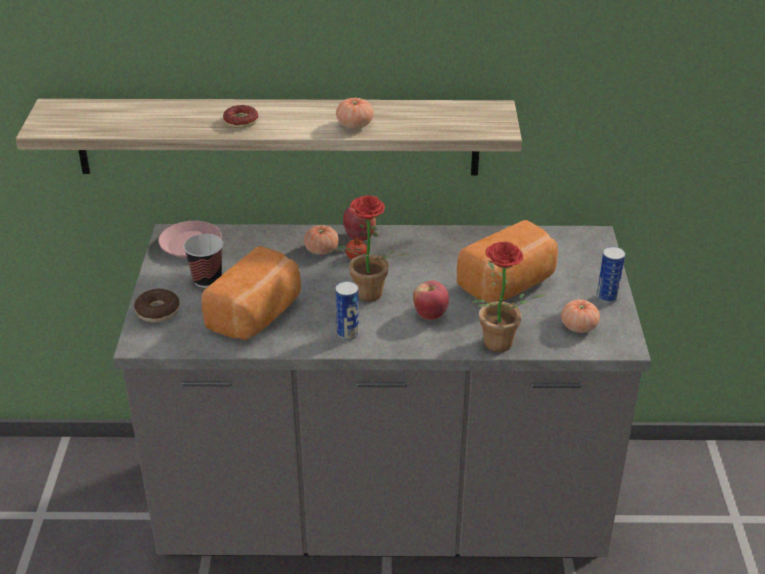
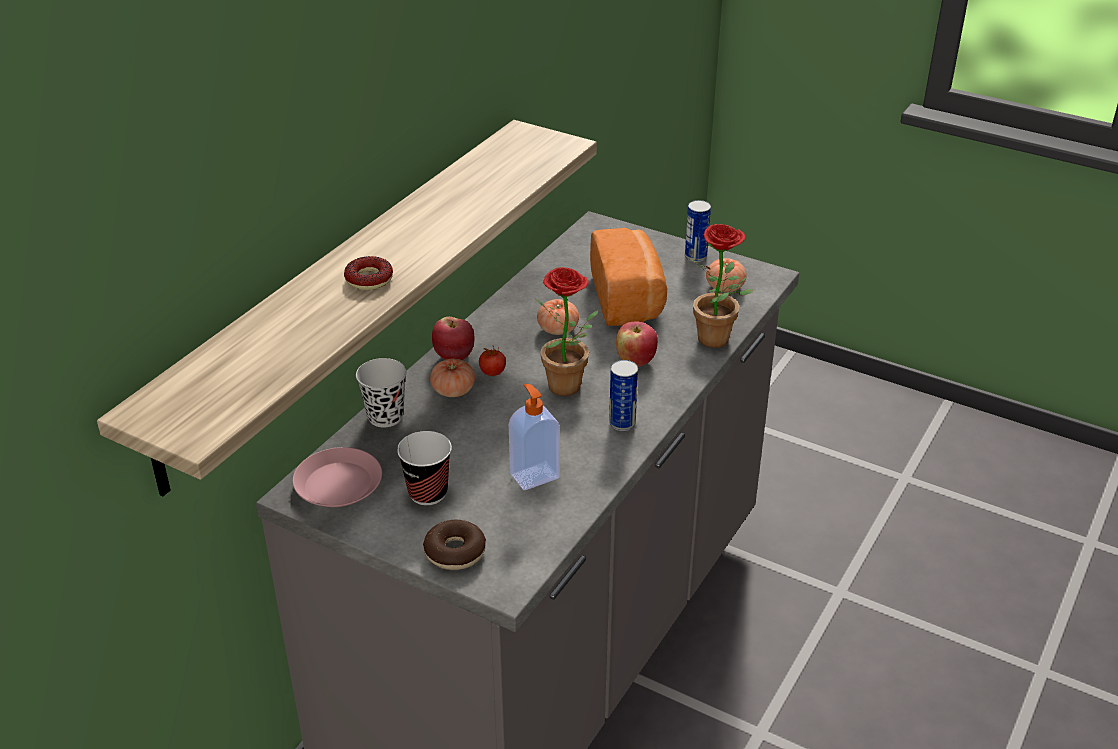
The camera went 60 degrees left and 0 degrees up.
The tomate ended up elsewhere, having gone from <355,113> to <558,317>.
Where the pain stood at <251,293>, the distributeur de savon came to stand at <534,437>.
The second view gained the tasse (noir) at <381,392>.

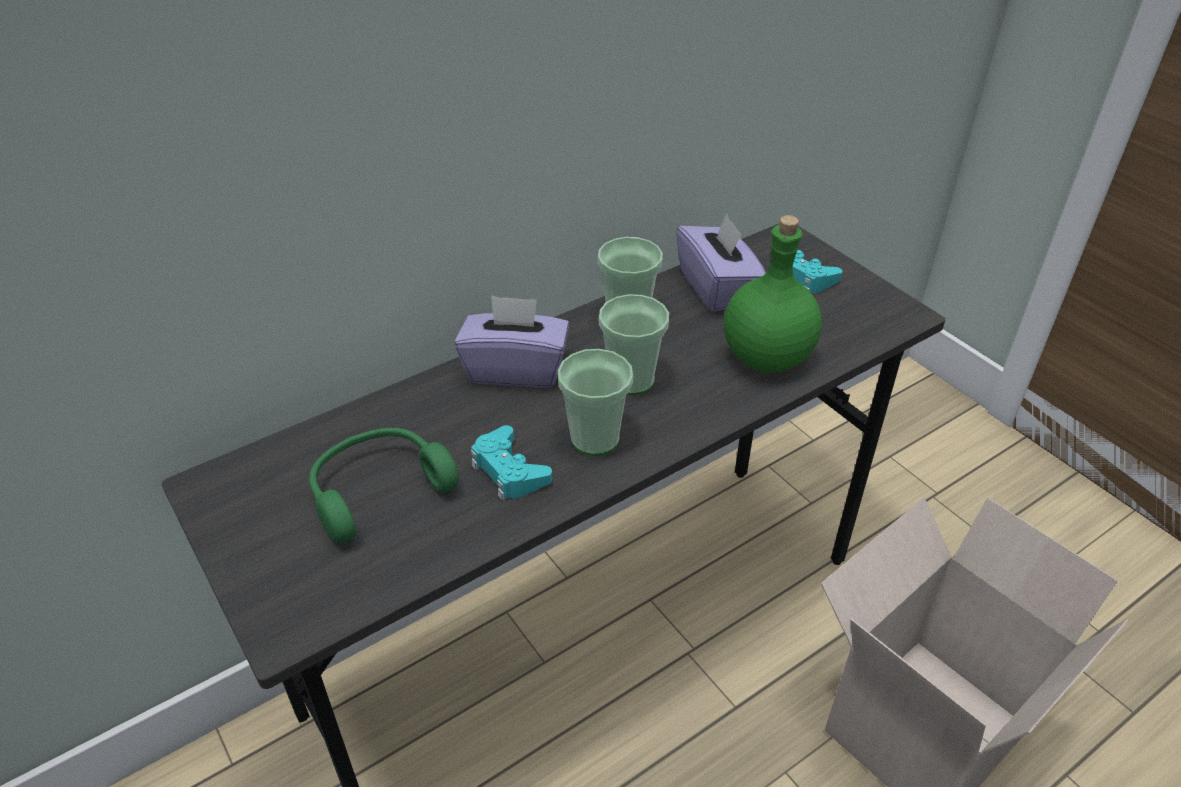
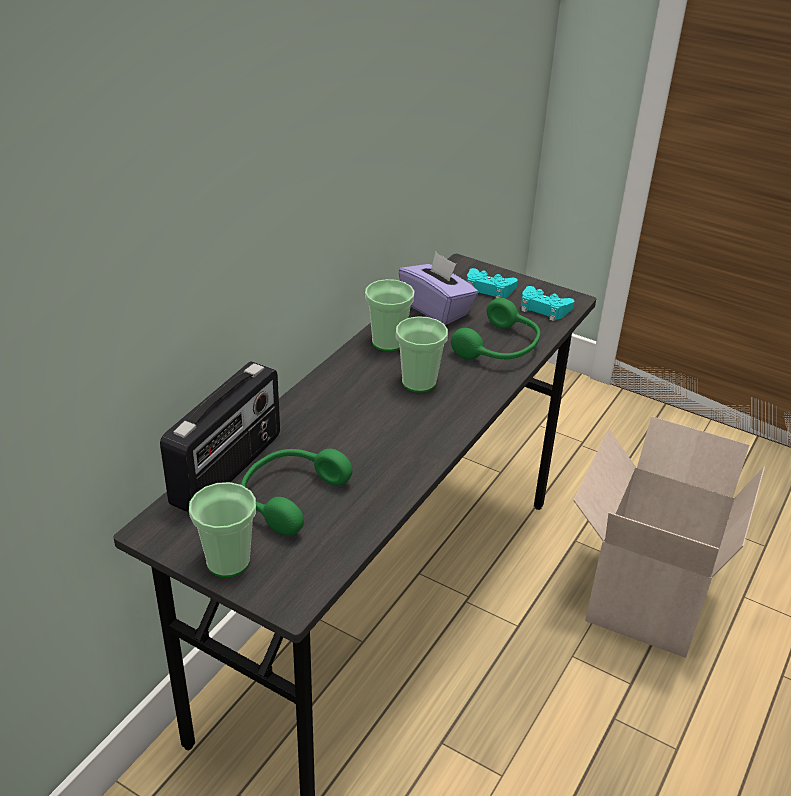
The camera went 25 degrees left and 5 degrees down.
Where the bouteille (vert) stood at <773,294>, the casque audio (vert) came to stand at <495,329>.
The second view lost the boîte à mouchoirs (violet) at <511,341>.
The tasse ended up elsewhere, having gone from <595,402> to <222,529>.
The manette (turquoise) ended up elsewhere, having gone from <511,462> to <547,303>.
The second view gained the radio at <220,437>.

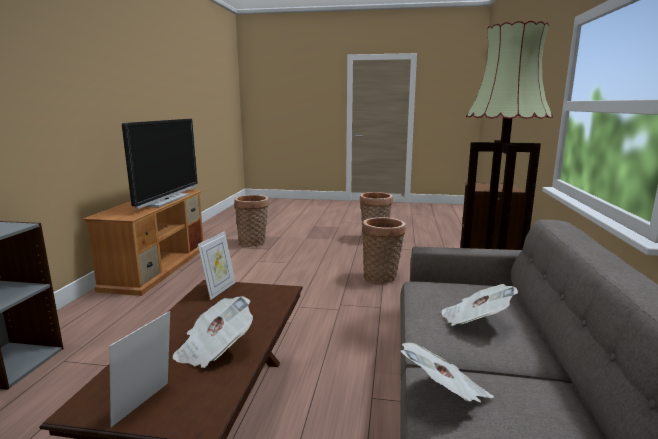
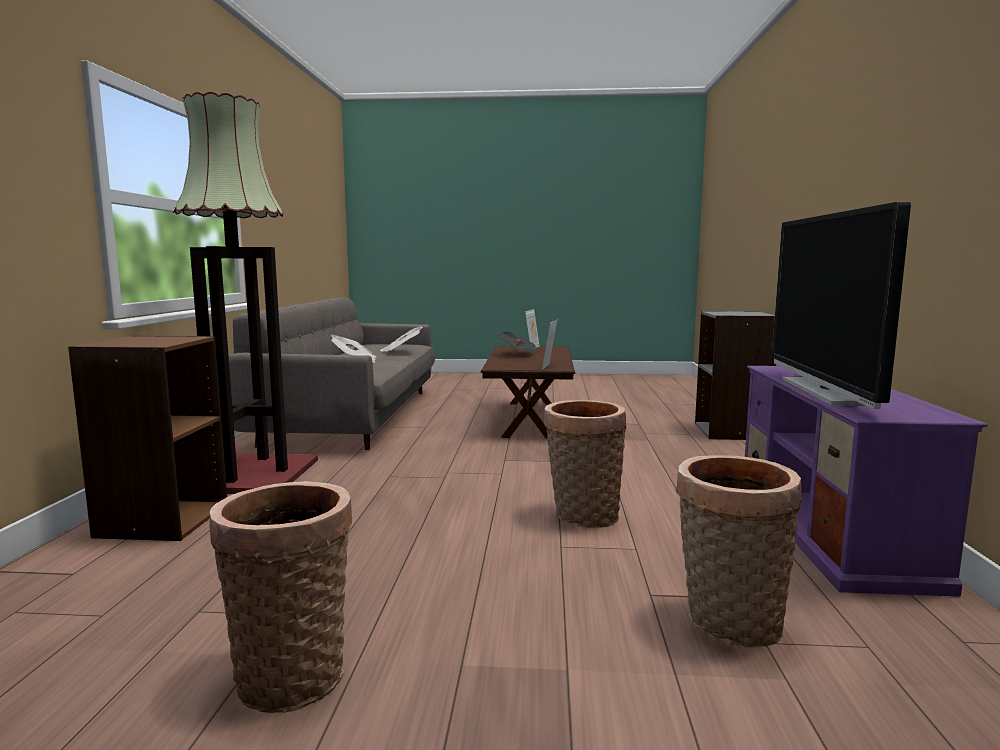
The camera went 175 degrees right and 5 degrees down.
What was the meuble télé (marron) at <143,243> turned into the meuble télé (violet) at <866,481>.
The panier ended up elsewhere, having gone from <384,250> to <585,464>.

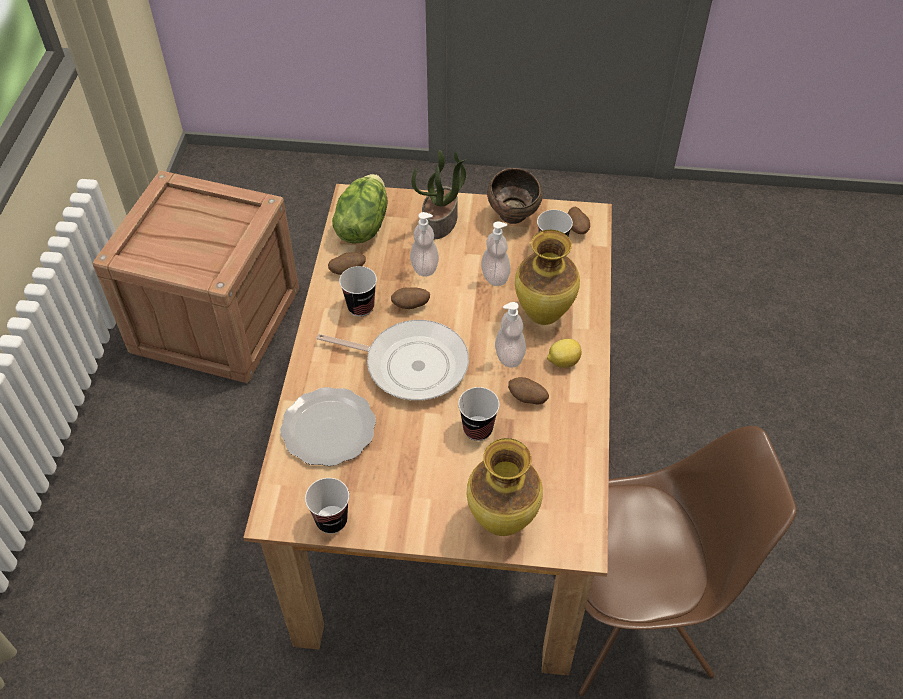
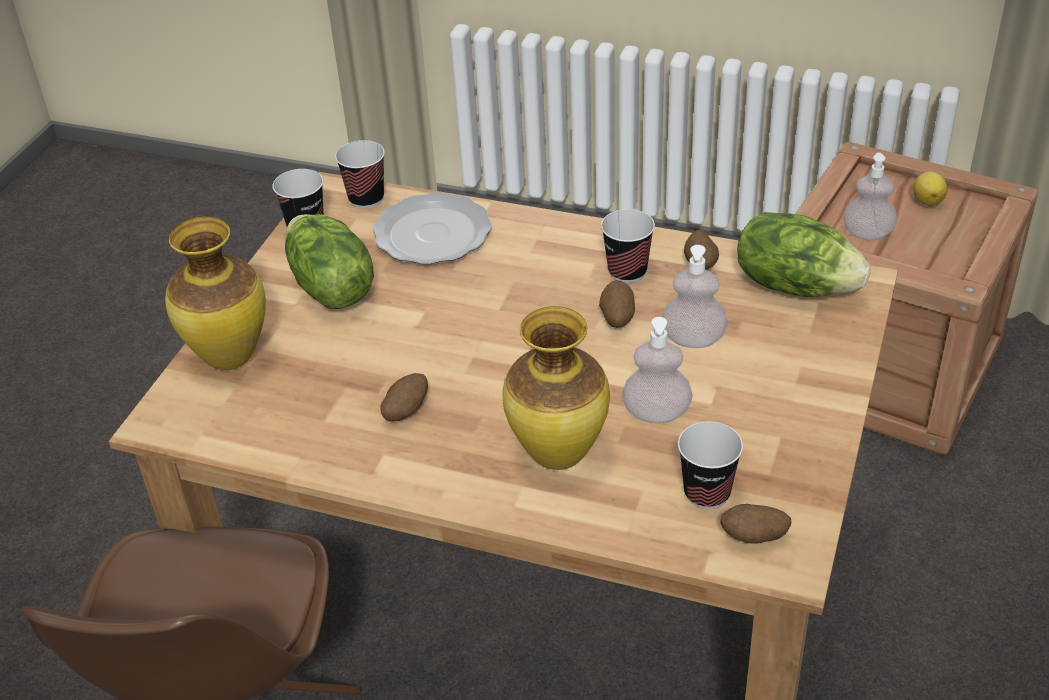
The camera went 105 degrees right and 10 degrees down.
The second view lost the plante en pot at <439,194>.
The second view lost the bol (marron) at <515,196>.
The distributeur de savon ended up elsewhere, having gone from <510,335> to <870,196>.
The second view lost the poêle at <393,360>.
The citron ended up elsewhere, having gone from <564,353> to <930,188>.
The tasse ended up elsewhere, having gone from <479,414> to <360,174>.
The second view gained the laitue at <329,261>.

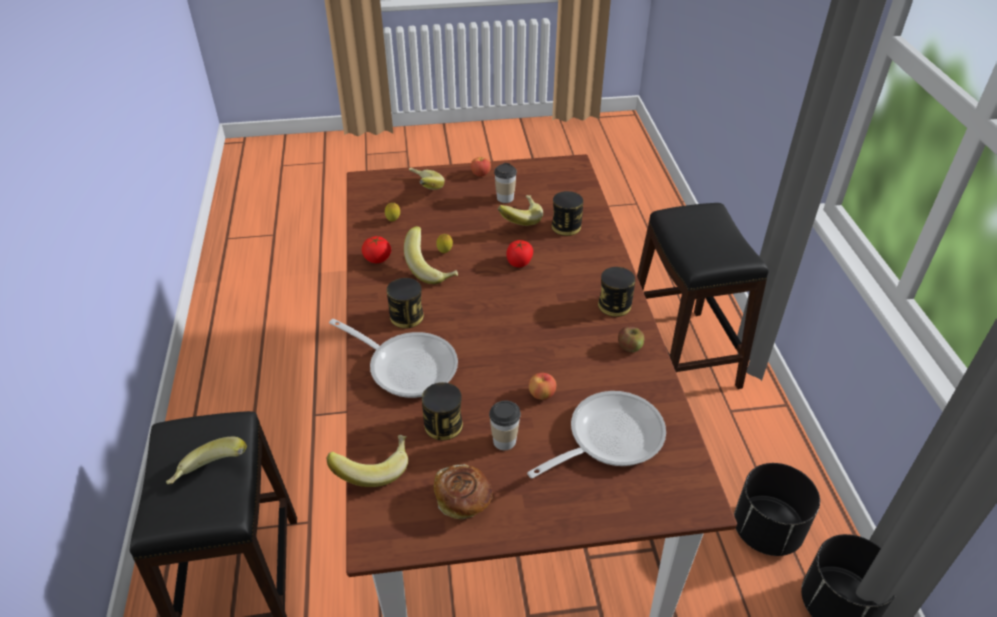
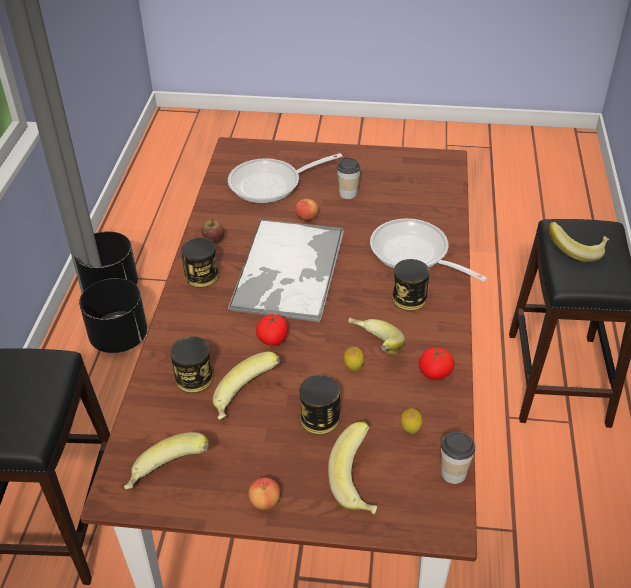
The camera went 165 degrees left and 0 degrees up.
The tasse ended up elsewhere, having gone from <505,183> to <458,458>.
The boîte métallique ended up elsewhere, having gone from <442,411> to <319,405>.
The banane ended up elsewhere, having gone from <367,461> to <167,460>.
The second view lost the pain at <463,492>.
The second view gained the plateau at <286,270>.

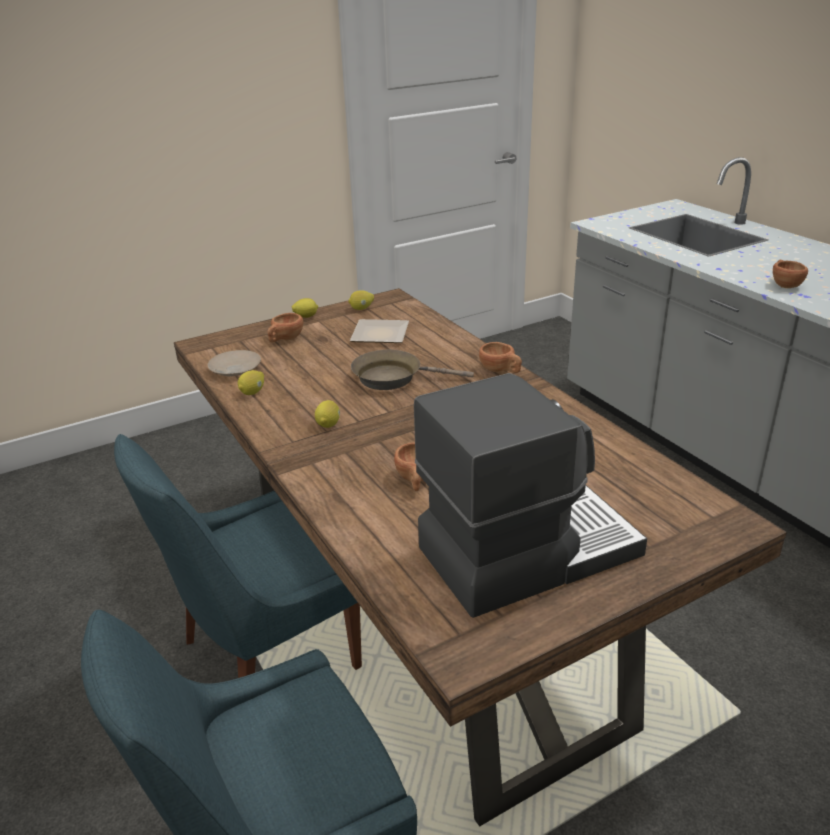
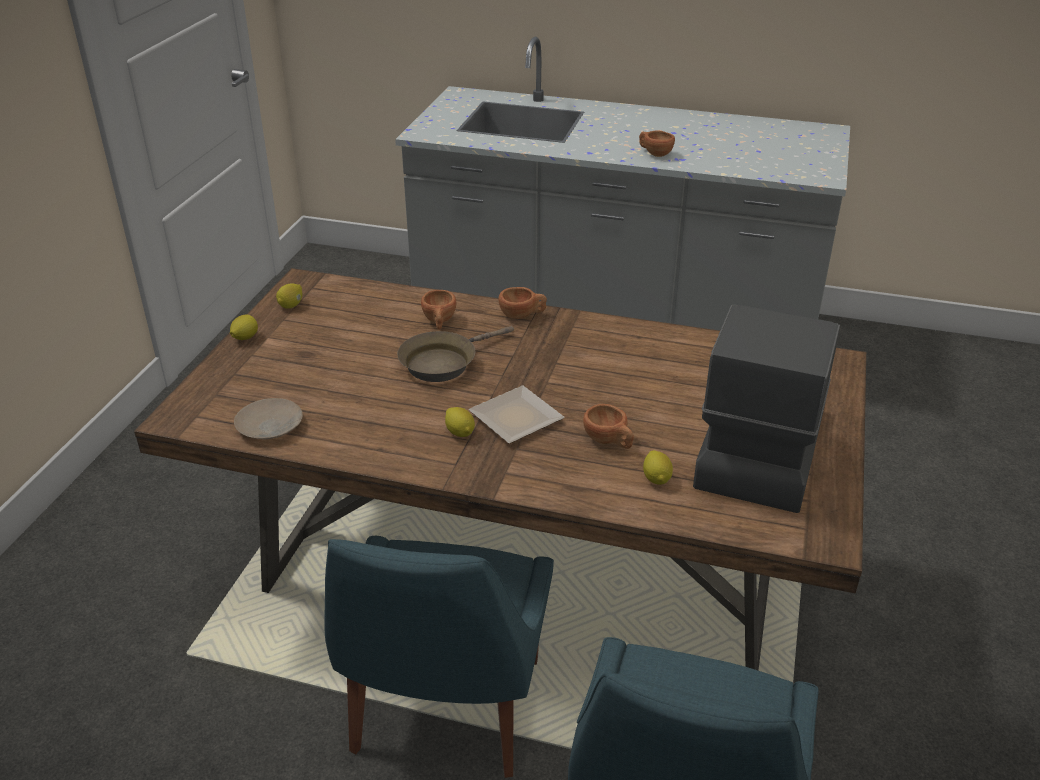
The camera went 45 degrees left and 5 degrees up.
The tasse (marron) ended up elsewhere, having gone from <285,328> to <438,310>.
The assiette ended up elsewhere, having gone from <379,331> to <516,415>.
The citron ended up elsewhere, having gone from <251,382> to <658,467>.

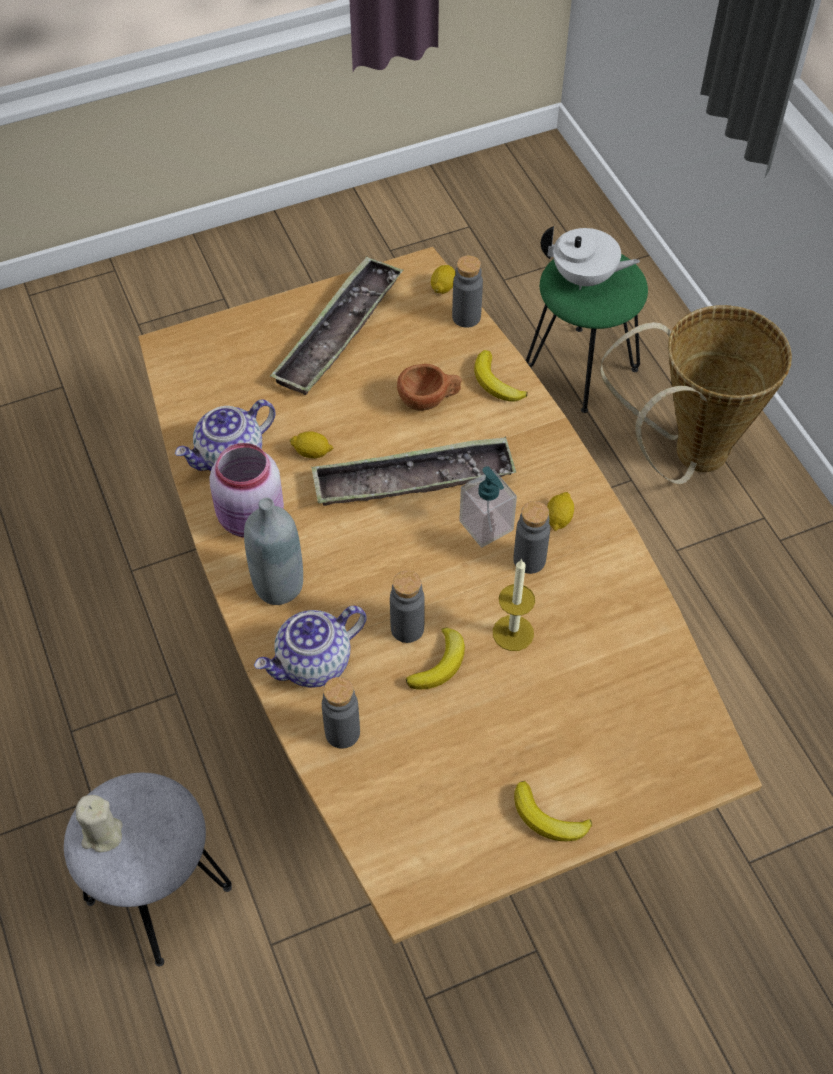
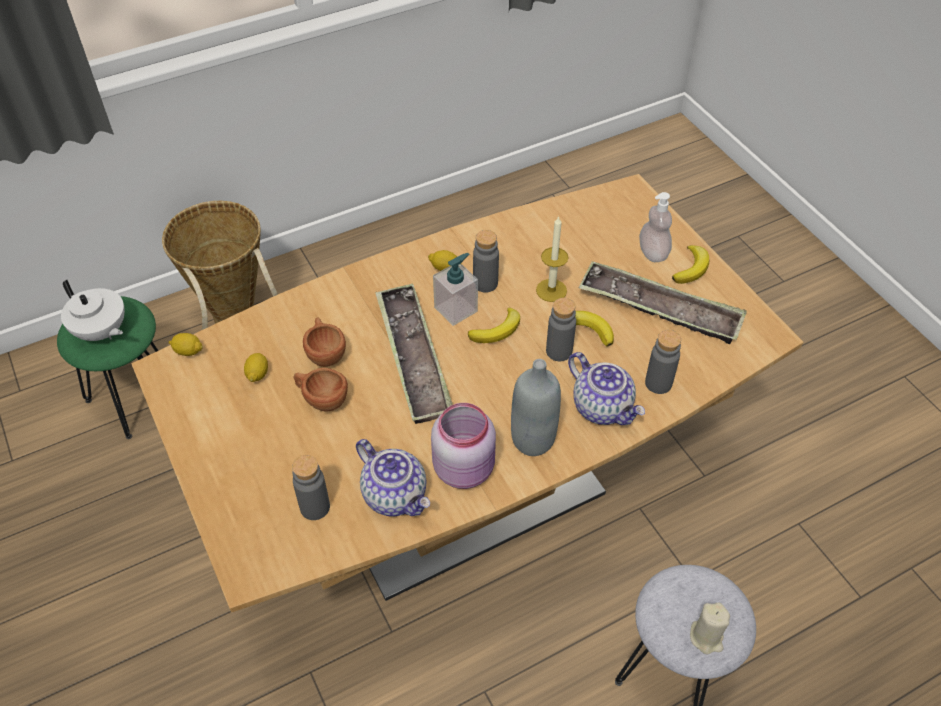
The camera went 95 degrees left and 5 degrees down.
The théière (blanc) at <590,258> ended up facing another way, 120 degrees clockwise from before.
The bouteille (gris) ended up elsewhere, having gone from <467,291> to <311,487>.
The plateau ended up elsewhere, having gone from <336,325> to <663,302>.
The banane ended up elsewhere, having gone from <501,376> to <494,325>.
The citron ended up elsewhere, having gone from <311,444> to <256,367>.
The second view gained the distributeur de savon at <655,227>.
The second view gained the tasse (marron) at <320,389>.

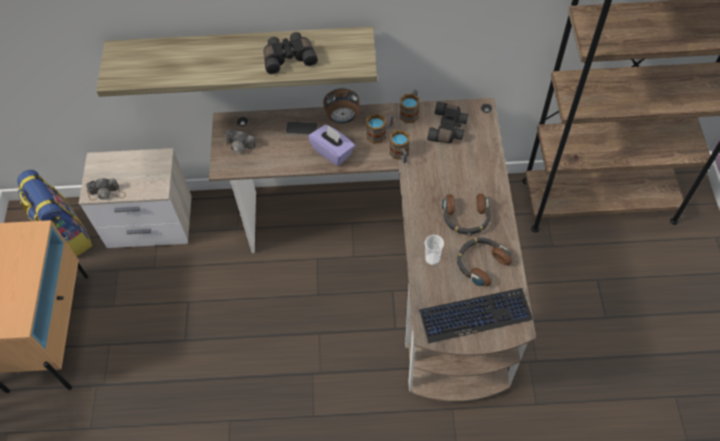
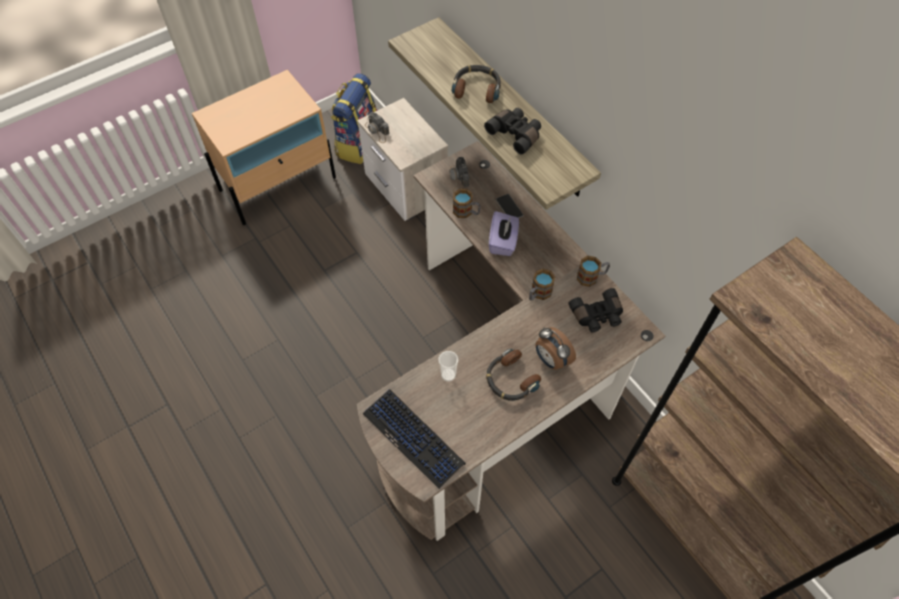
The camera went 55 degrees right and 0 degrees up.
The réveil ended up elsewhere, having gone from <341,106> to <555,348>.
The mug ended up elsewhere, having gone from <379,128> to <467,203>.
The casque audio ended up elsewhere, having gone from <484,262> to <476,84>.

